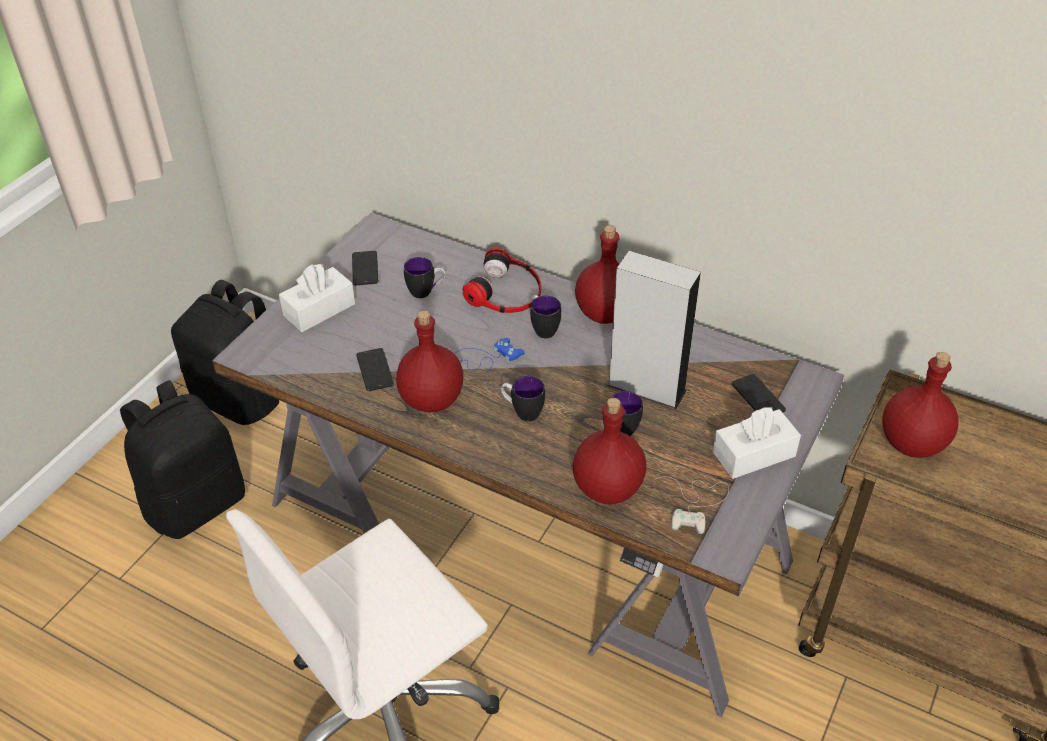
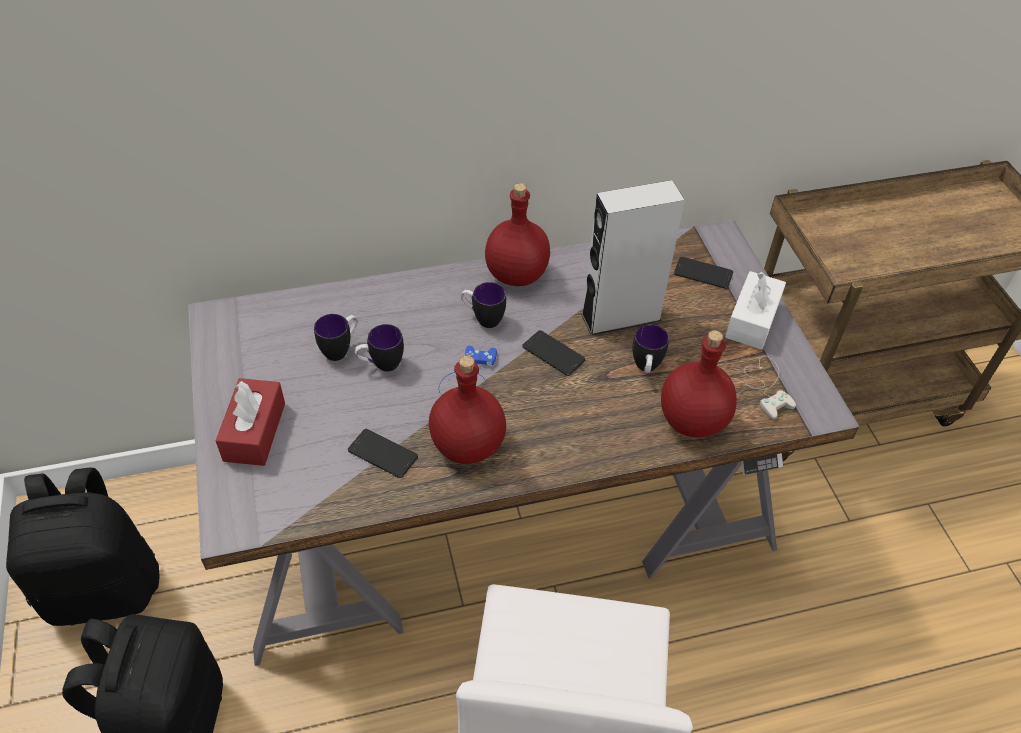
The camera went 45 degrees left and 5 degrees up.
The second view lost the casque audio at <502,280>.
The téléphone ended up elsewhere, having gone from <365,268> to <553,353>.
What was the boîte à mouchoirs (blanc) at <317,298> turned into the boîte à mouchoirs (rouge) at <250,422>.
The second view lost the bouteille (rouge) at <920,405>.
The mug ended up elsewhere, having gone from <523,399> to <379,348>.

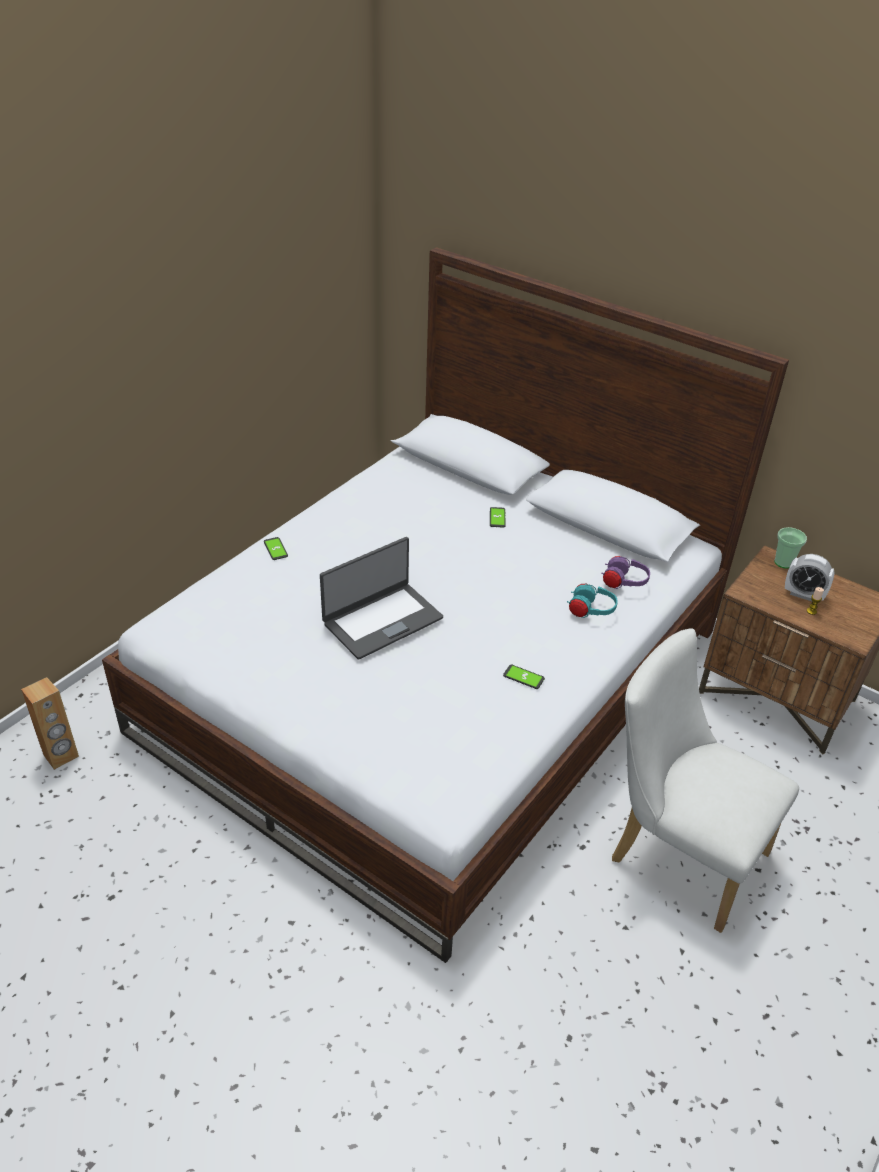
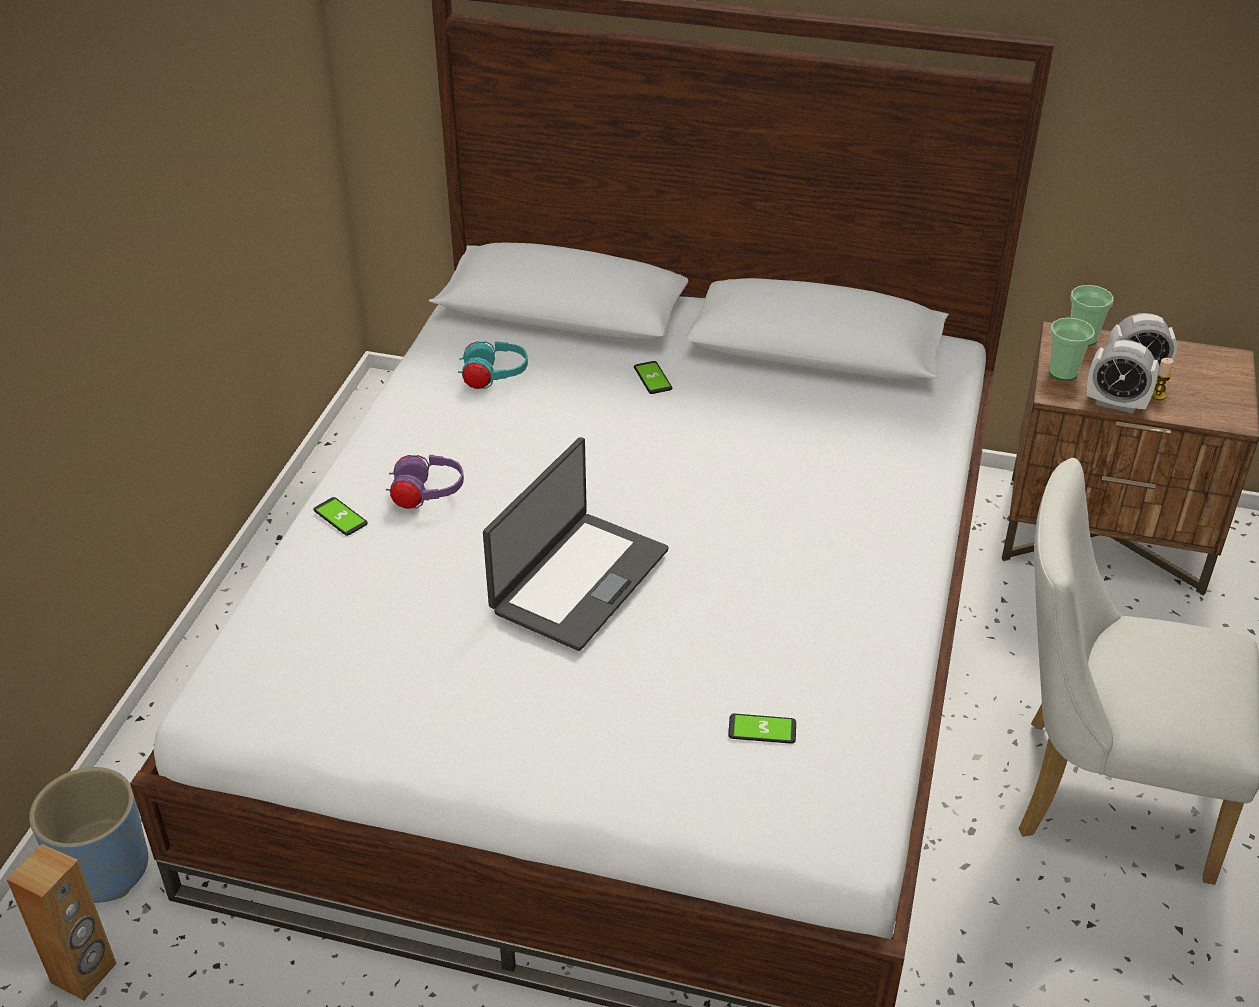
The camera went 20 degrees left and 0 degrees up.
The casque audio (violet) ended up elsewhere, having gone from <625,572> to <425,482>.
The casque audio (turquoise) ended up elsewhere, having gone from <592,601> to <493,365>.
The téléphone ended up elsewhere, having gone from <524,676> to <762,729>.
The second view gained the tasse at <1072,349>.
The second view gained the réveil at <1123,376>.
The second view gained the cache-pot (bleu) at <88,835>.

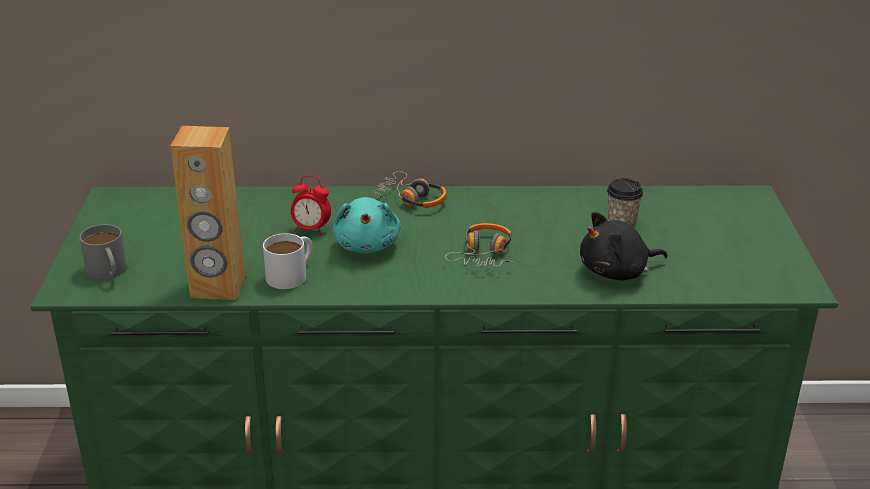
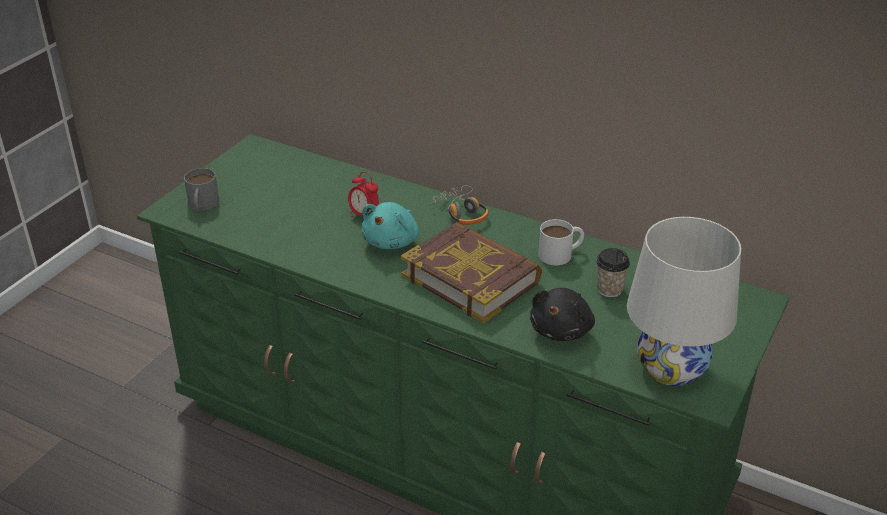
The camera went 30 degrees right and 5 degrees up.
The second view lost the enceinte (marron) at <207,213>.
The peluche (noir) at <624,246> ended up facing another way, 75 degrees counterclockwise from before.
Where the casque audio stood at <479,245>, the livre came to stand at <471,272>.
The mug (blanc) ended up elsewhere, having gone from <287,261> to <561,242>.
The second view gained the lampe de table (blanc) at <684,301>.

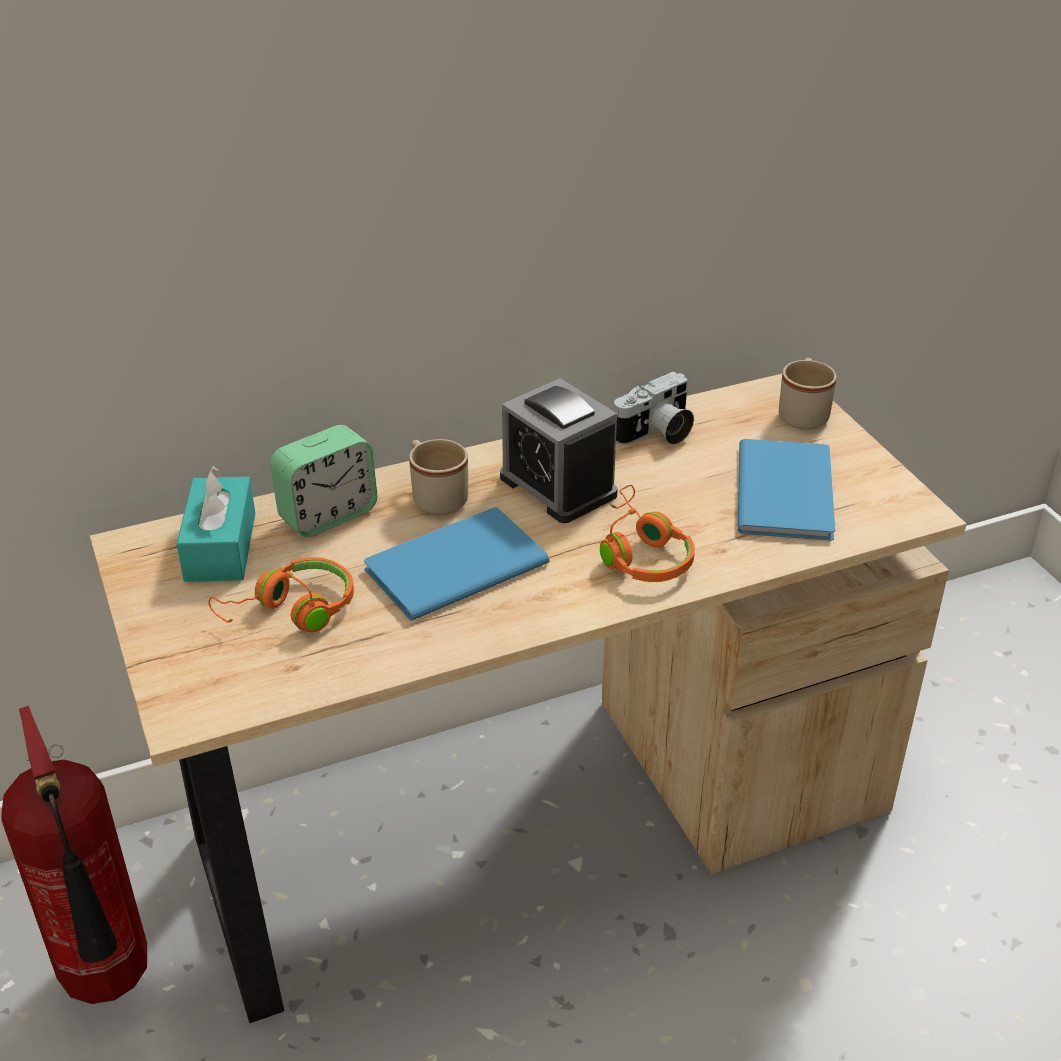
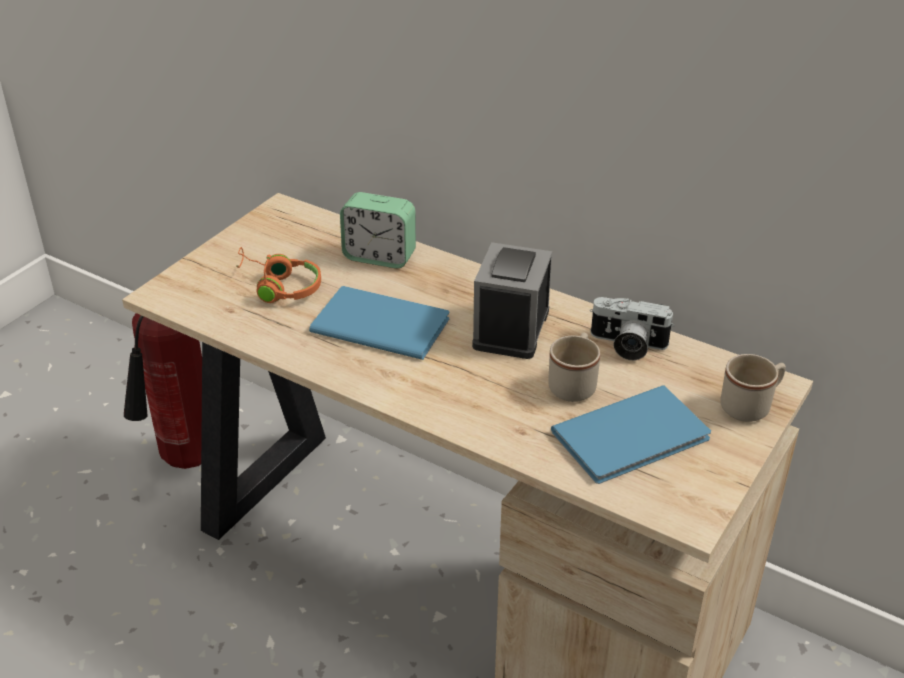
The camera went 55 degrees right and 0 degrees up.
The mug (beige) ended up elsewhere, having gone from <438,477> to <574,367>.
The second view lost the boîte à mouchoirs (turquoise) at <215,523>.
The second view lost the casque audio (orange) at <647,533>.

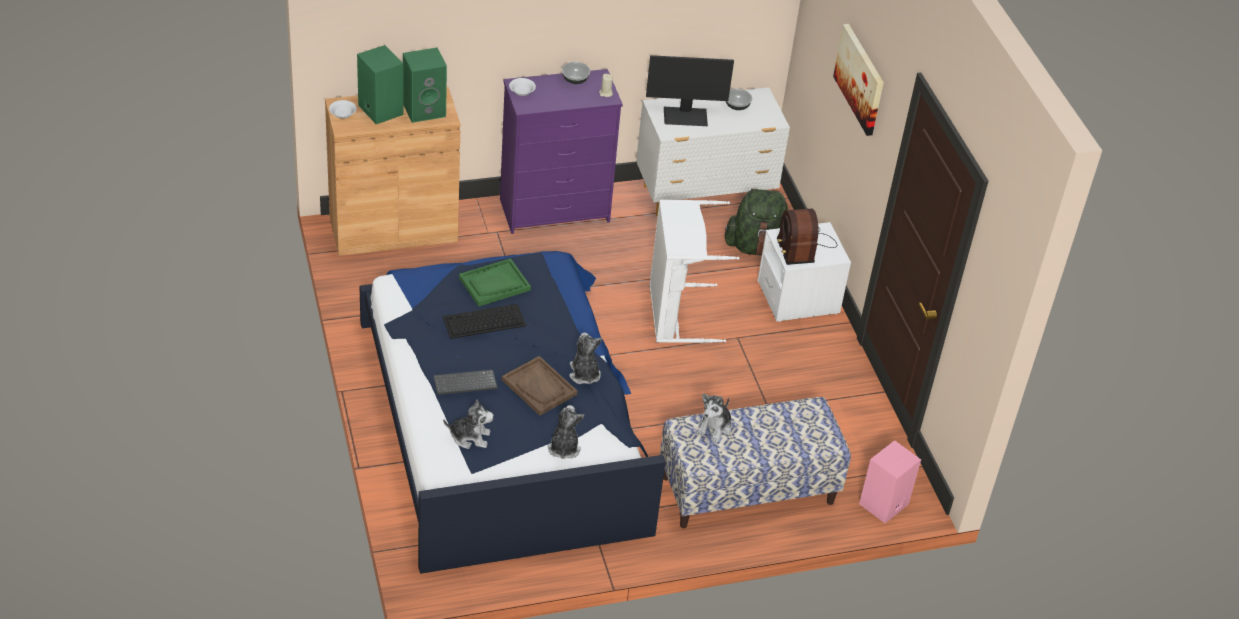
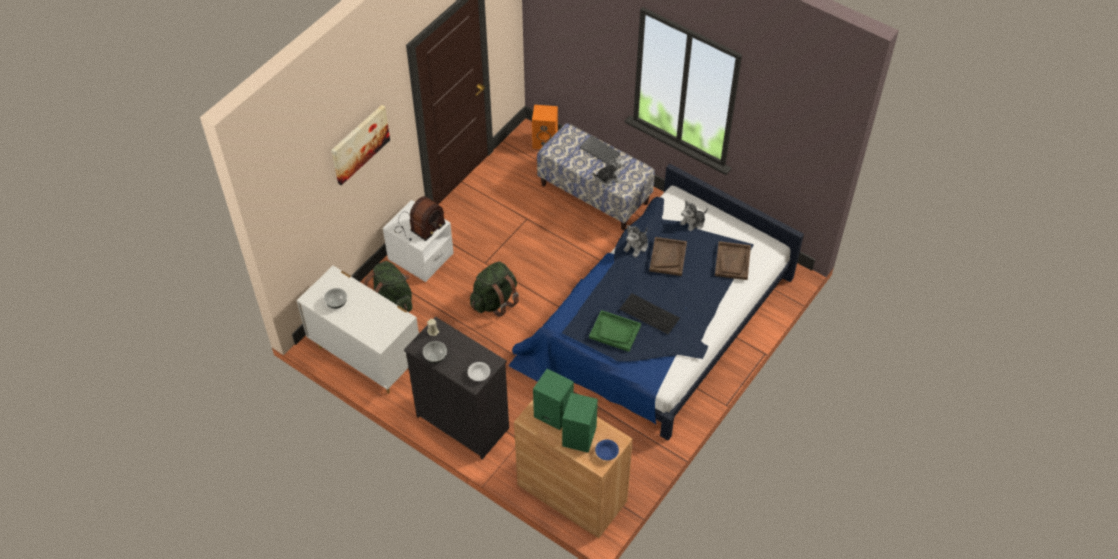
The camera went 125 degrees left and 10 degrees up.
The second view lost the écran d'ordinateur at <690,90>.
What was the commode (violet) at <561,151> turned into the commode (noir) at <456,388>.
What was the bol (blanc) at <343,109> turned into the bol (bleu) at <607,450>.
Where the panier à linge (blanc) stood at <695,271>, the sac à dos (vert) came to stand at <494,289>.
The clavier ended up elsewhere, having gone from <465,382> to <600,149>.
Where the peluche stood at <468,424>, the plateau (marron) came to stand at <733,260>.
What was the enceinte (rose) at <890,481> turned into the enceinte (orange) at <545,127>.

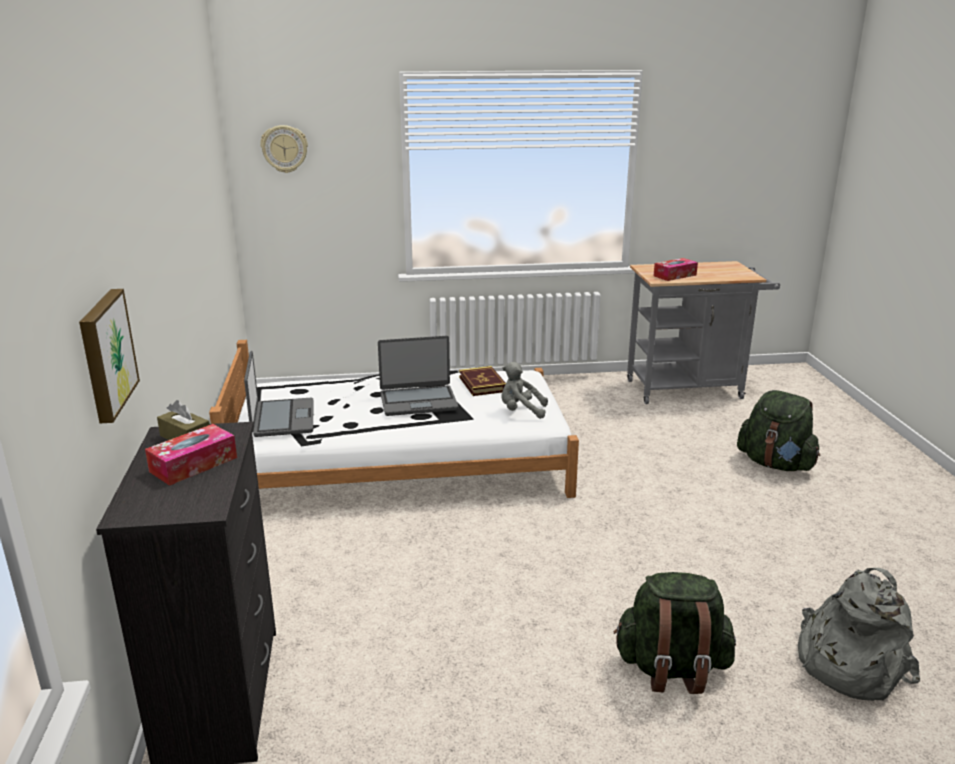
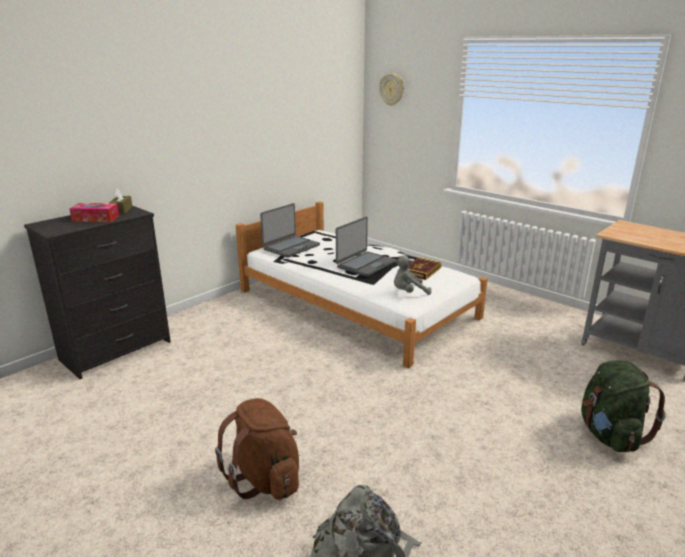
The camera went 50 degrees right and 0 degrees up.
The second view lost the boîte à mouchoirs at <675,269>.
The second view lost the tableau at <109,356>.
The ordinateur portable at <418,376> ended up facing another way, 90 degrees counterclockwise from before.
The peluche (gris) at <524,390> ended up facing another way, 75 degrees counterclockwise from before.
What was the sac à dos (vert) at <675,633> turned into the sac à dos (marron) at <257,449>.

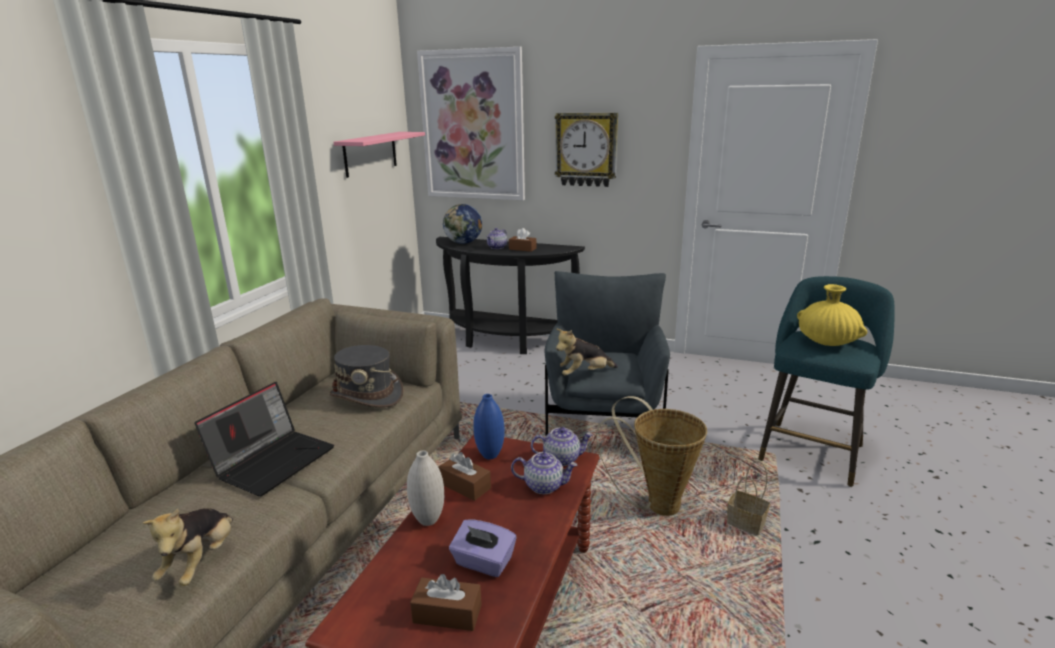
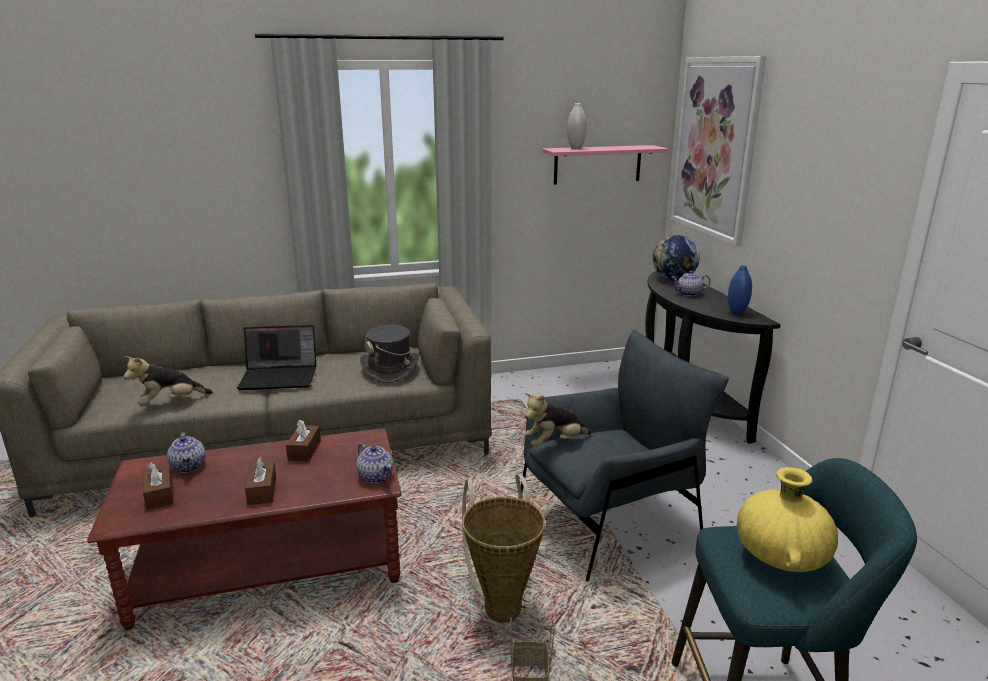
The camera went 55 degrees right and 0 degrees up.
The second view lost the horloge murale at <586,150>.
The boîte à mouchoirs (marron) ended up elsewhere, having gone from <522,240> to <260,481>.
The peluche at <587,352> ended up facing another way, 60 degrees counterclockwise from before.
The vase (bleu) ended up elsewhere, having gone from <489,426> to <740,290>.
The vase (blanc) ended up elsewhere, having gone from <425,488> to <577,126>.
The théière ended up elsewhere, having gone from <544,473> to <186,452>.
The second view lost the boîte à mouchoirs (violet) at <482,548>.

